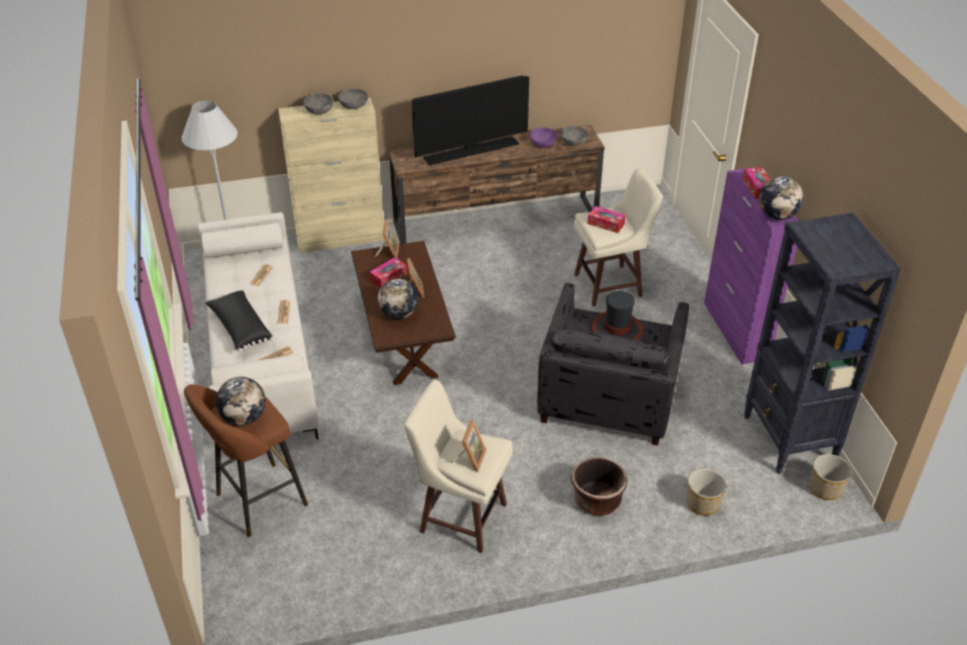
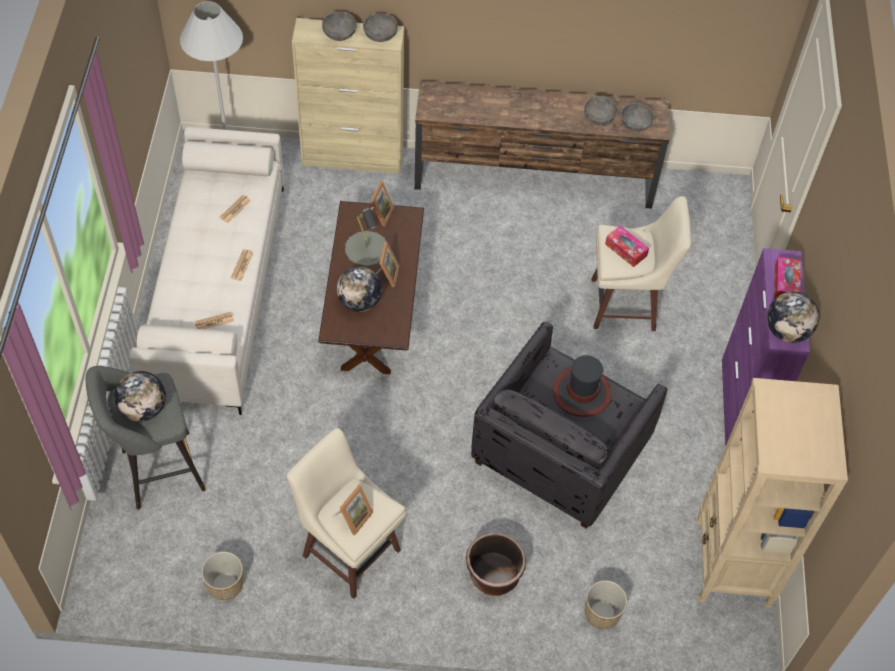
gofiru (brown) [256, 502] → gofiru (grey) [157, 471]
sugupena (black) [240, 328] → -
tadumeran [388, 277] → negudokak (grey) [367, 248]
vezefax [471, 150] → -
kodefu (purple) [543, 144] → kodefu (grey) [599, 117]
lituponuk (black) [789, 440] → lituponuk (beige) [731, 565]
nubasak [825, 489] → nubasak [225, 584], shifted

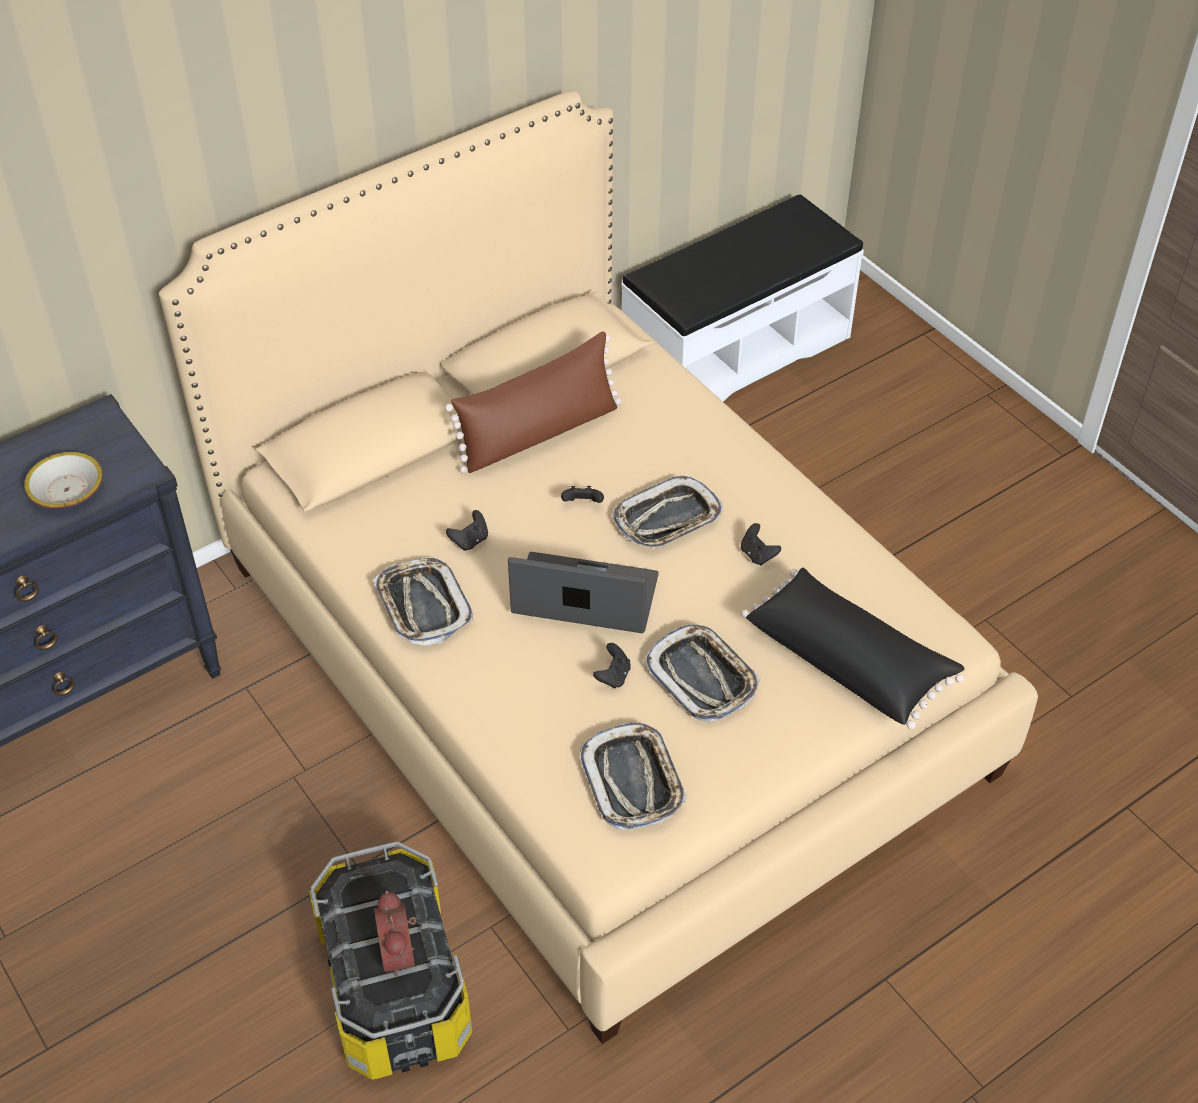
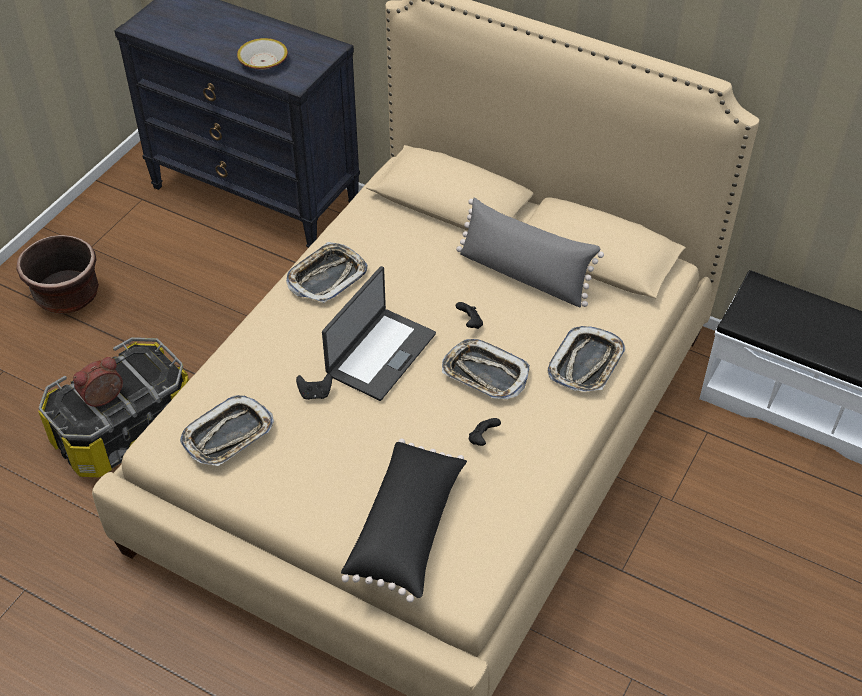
sugupena (brown) [539, 433] → sugupena (grey) [524, 275]
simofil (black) [470, 541] → -
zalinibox [585, 597] → zalinibox [380, 354], 45 degrees clockwise
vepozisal [702, 677] → vepozisal [586, 364], shifted
- → nubasak (brown) [67, 295]

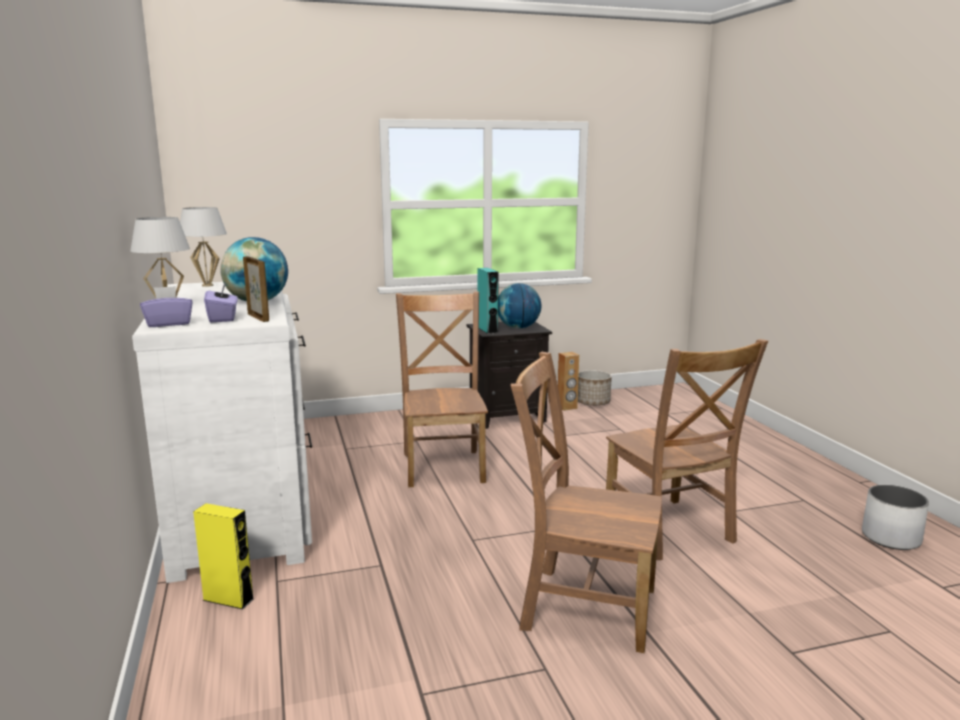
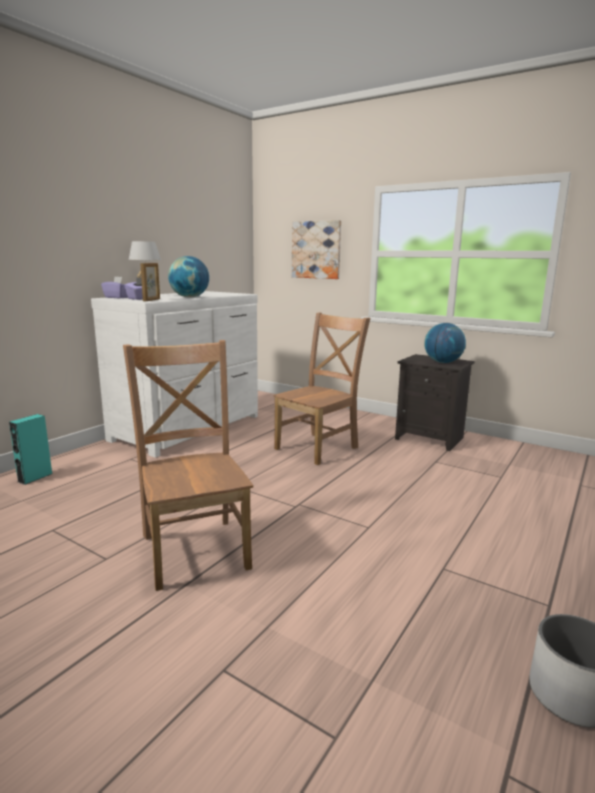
negudokak (white) [208, 285] → -
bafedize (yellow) [228, 599] → -
bafedize (turquoise) [487, 330] → bafedize (turquoise) [35, 477], shifted
bafedize (brown) [567, 407] → -
nubasak [592, 402] → -
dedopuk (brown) [670, 530] → -
- → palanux [316, 250]

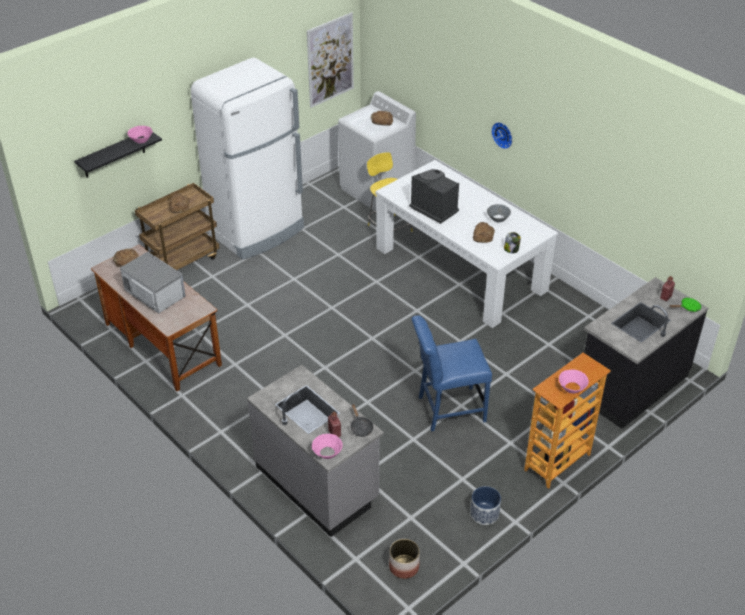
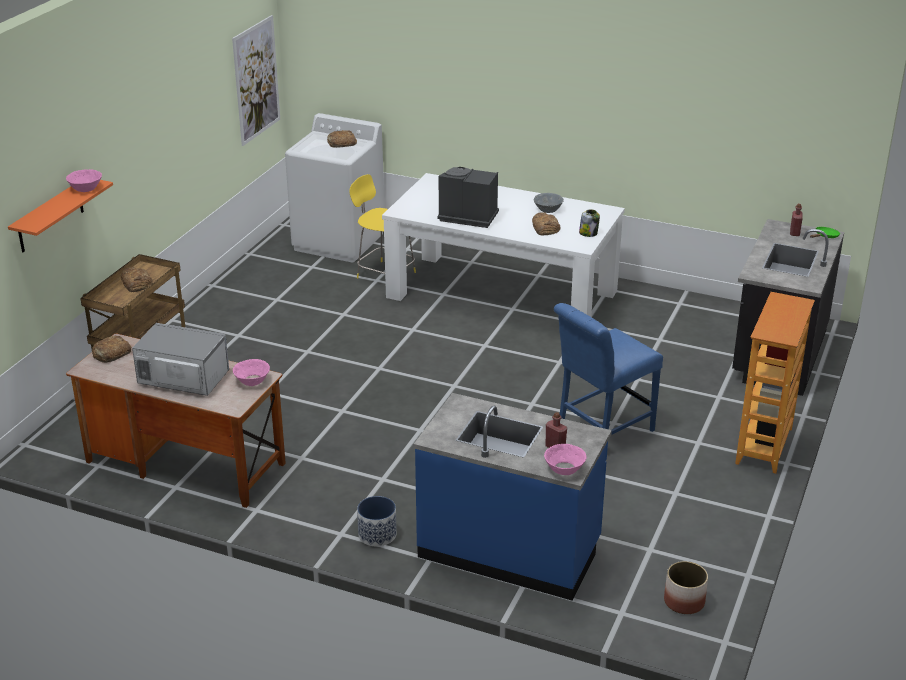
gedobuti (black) [114, 154] → gedobuti (orange) [50, 216]
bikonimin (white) [257, 231] → -
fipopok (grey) [317, 483] → fipopok (blue) [510, 550]
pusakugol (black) [360, 427] → -
nubasak [484, 514] → nubasak [377, 535], shifted
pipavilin [503, 134] → -
kodefu (pink) [572, 387] → kodefu (pink) [252, 381], shifted

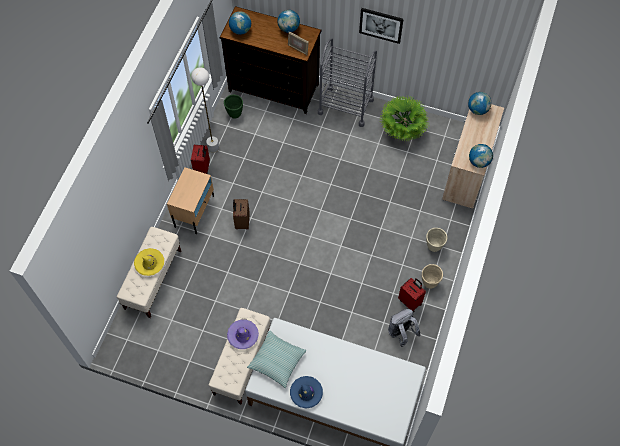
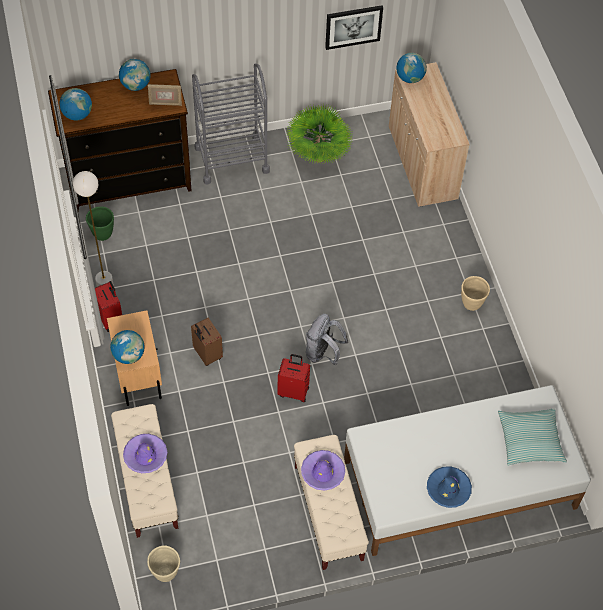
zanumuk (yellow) [149, 263] → zanumuk (purple) [145, 455]
sugupena [277, 361] → sugupena [530, 440], shifted
palanux [381, 25] → palanux [353, 26], shifted
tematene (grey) [401, 333] → tematene (grey) [323, 353], shifted
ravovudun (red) [410, 301] → ravovudun (red) [294, 391], shifted
nubasak (beige) [434, 247] → nubasak (beige) [166, 573], shifted
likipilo [479, 162] → likipilo [129, 355], shifted

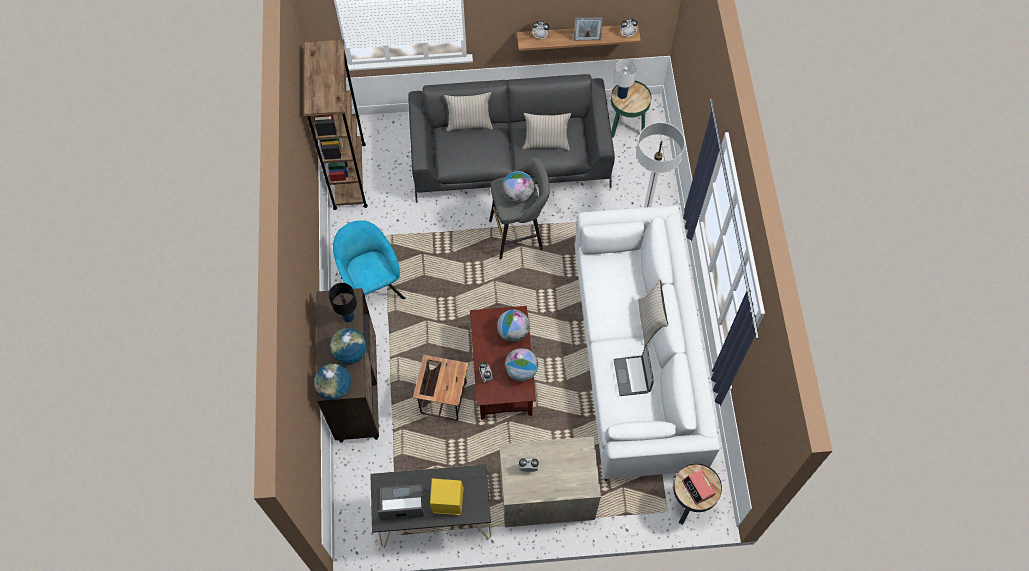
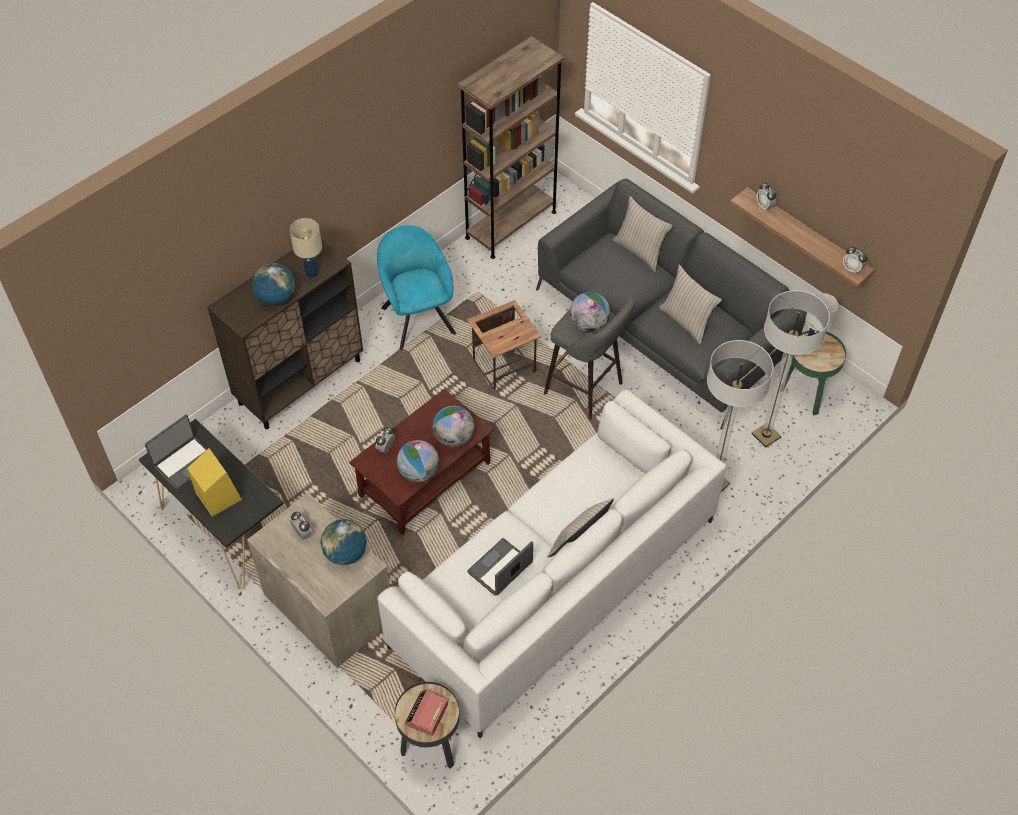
likipilo [335, 388] → likipilo [345, 553], shifted
negudokak (black) [349, 317] → negudokak (beige) [312, 272]
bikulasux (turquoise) [371, 285] → bikulasux (turquoise) [417, 317], 45 degrees counterclockwise
zalinibox [402, 504] → zalinibox [185, 462], 90 degrees clockwise
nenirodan [444, 398] → nenirodan [505, 366], shifted
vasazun [587, 39] → -
- → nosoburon [766, 435]

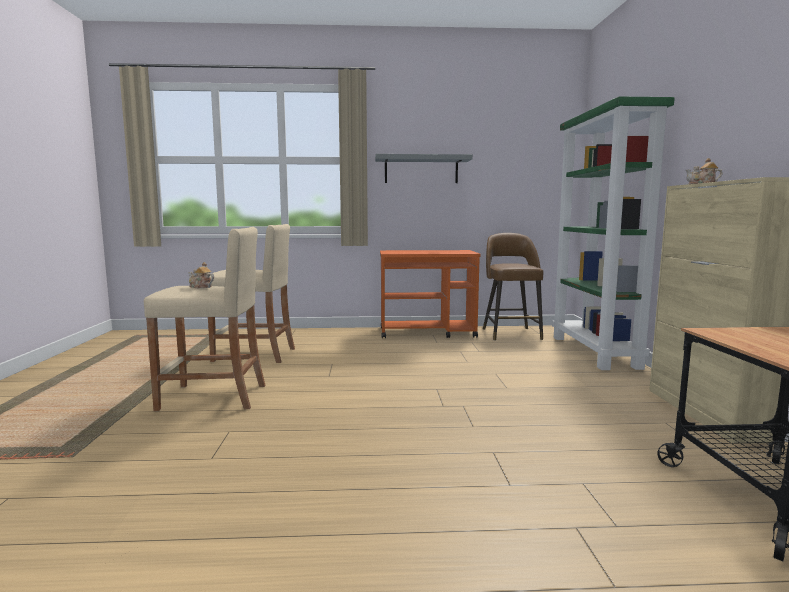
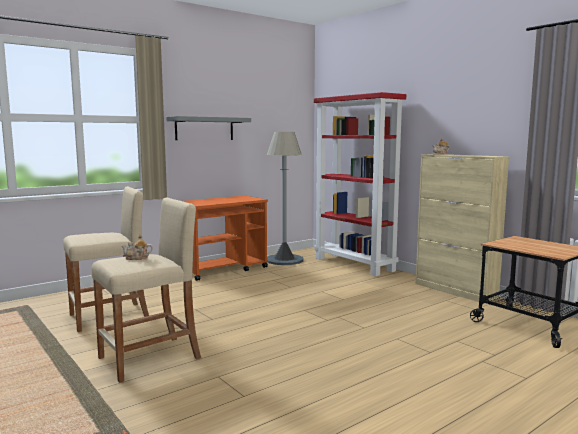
gofiru (brown) [511, 333] → nosoburon (grey) [284, 260]
lituponuk (green) [595, 352] → lituponuk (red) [355, 264]

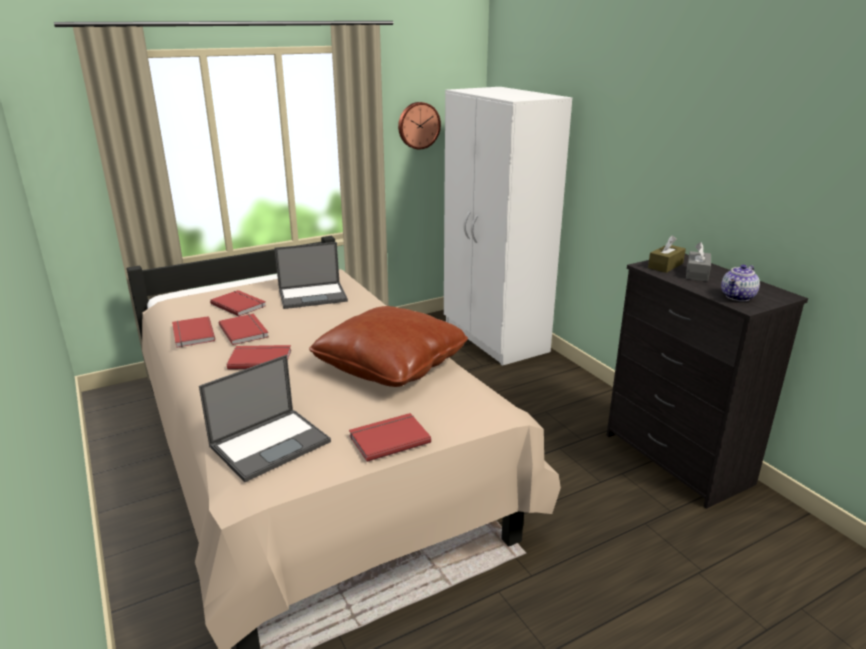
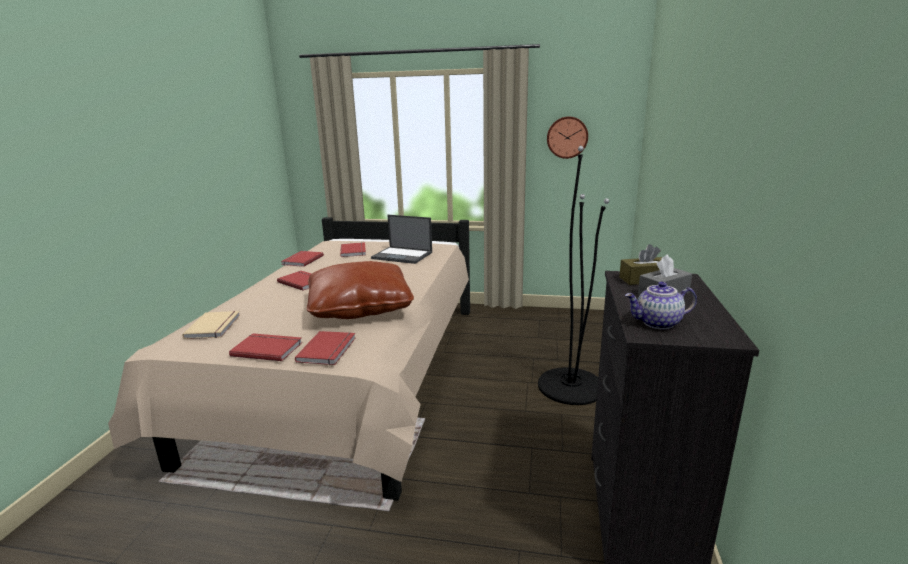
zalinibox [271, 443] → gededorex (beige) [215, 326]
gededorex (red) [245, 330] → gededorex (red) [329, 350], shifted
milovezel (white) [494, 338] → -
- → nosoburon (black) [570, 386]

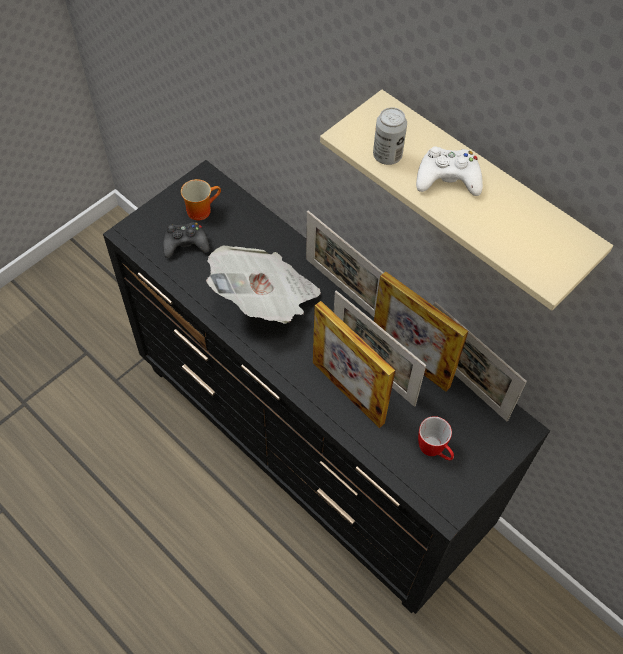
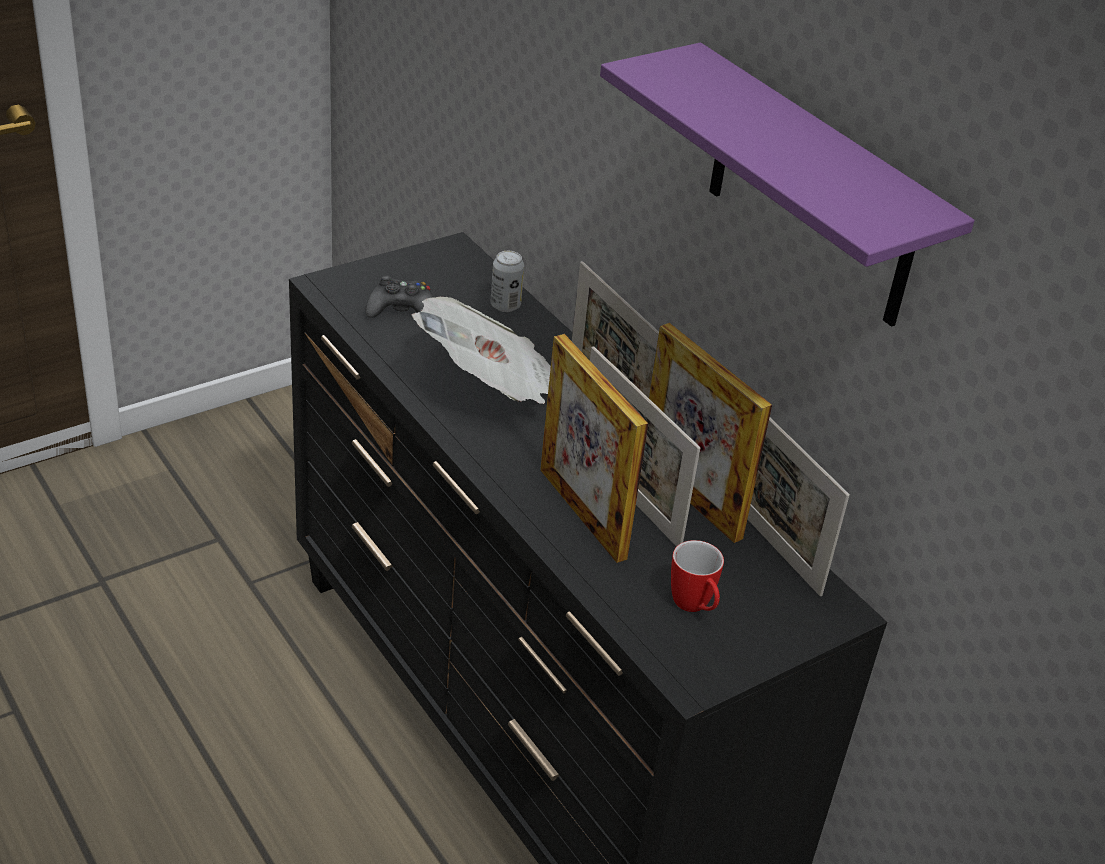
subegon [201, 209] → -
gedobuti (beige) [481, 197] → gedobuti (purple) [812, 190]
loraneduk [387, 156] → loraneduk [505, 305], shifted
simofil (white) [448, 178] → -

